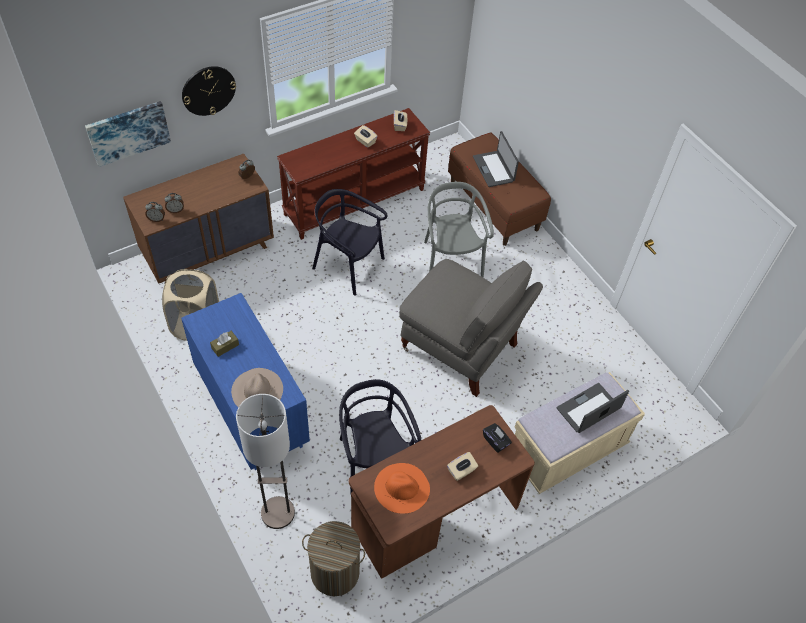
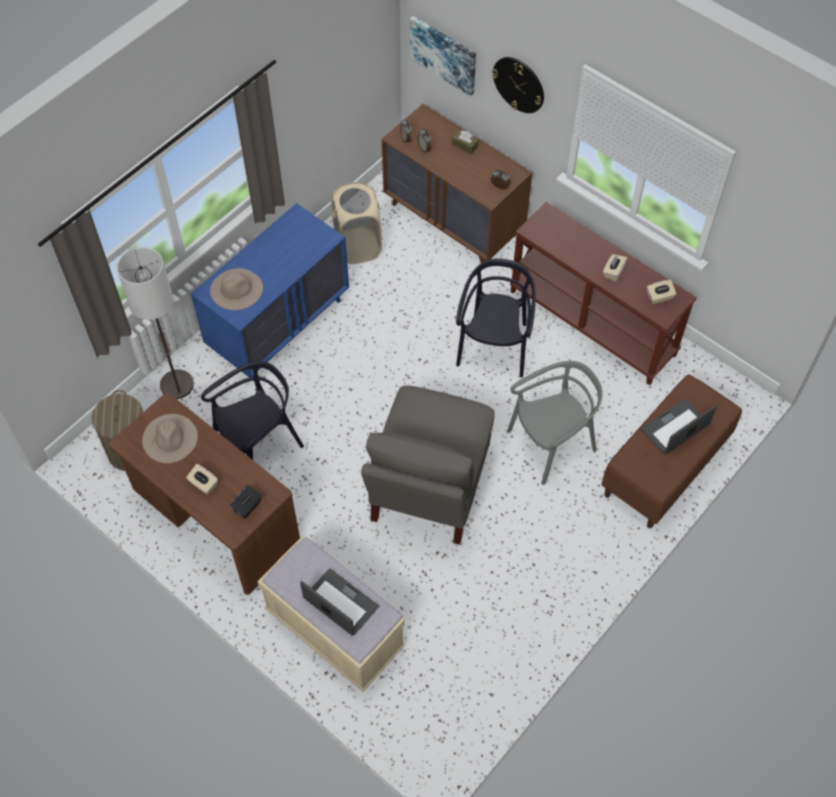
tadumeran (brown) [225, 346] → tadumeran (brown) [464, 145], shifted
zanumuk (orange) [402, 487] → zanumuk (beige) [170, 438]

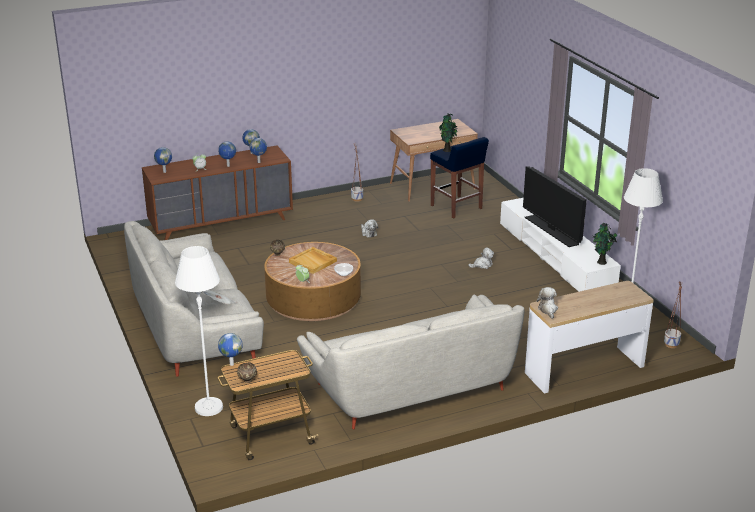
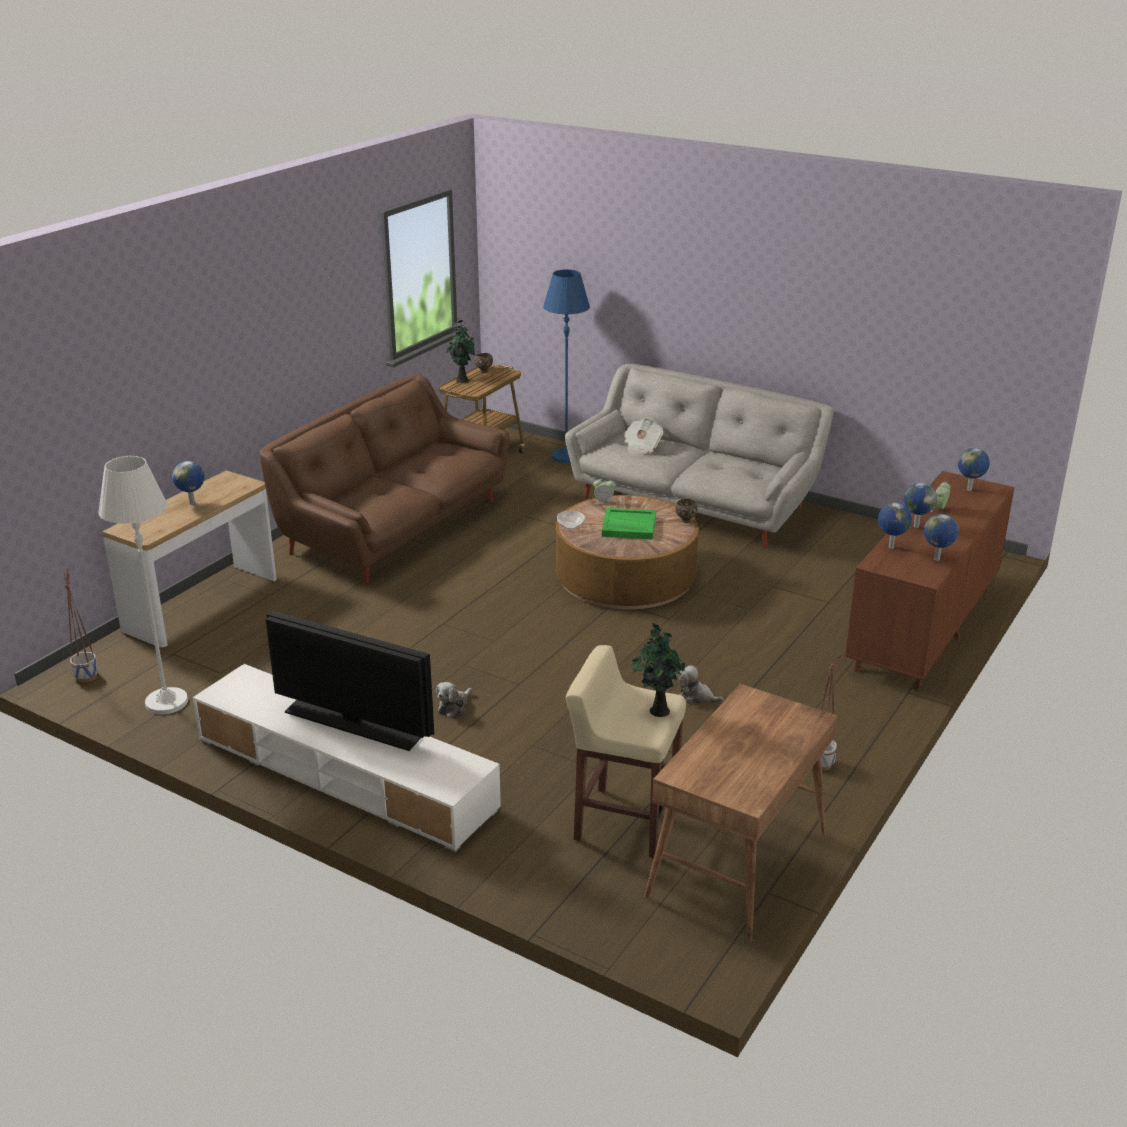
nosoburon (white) [209, 407] → nosoburon (blue) [566, 457]
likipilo [231, 364] → likipilo [193, 503], shifted
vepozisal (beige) [313, 262] → vepozisal (green) [628, 526]
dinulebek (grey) [410, 386] → dinulebek (brown) [395, 527]
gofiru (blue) [456, 207] → gofiru (beige) [624, 821]
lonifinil [548, 310] → -
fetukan [601, 262] → fetukan [461, 380], shifted

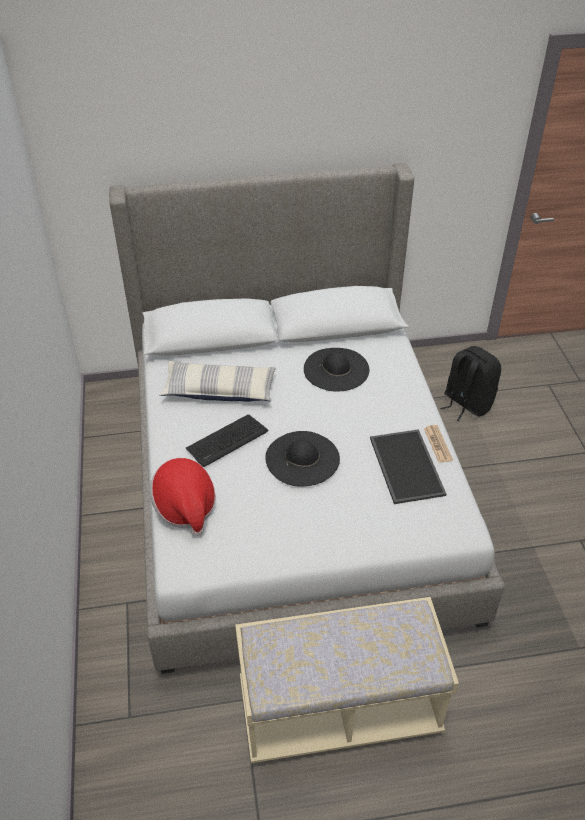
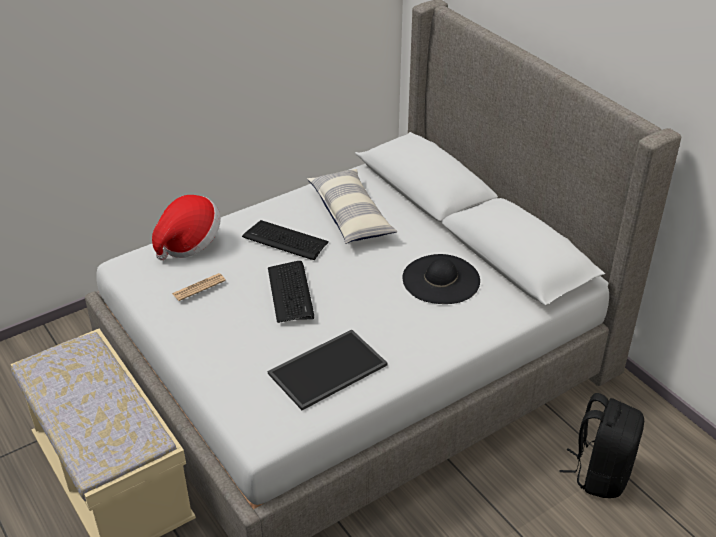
zanumuk (black) [302, 458] → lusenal [291, 292]
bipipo [437, 444] → bipipo [199, 287], shifted

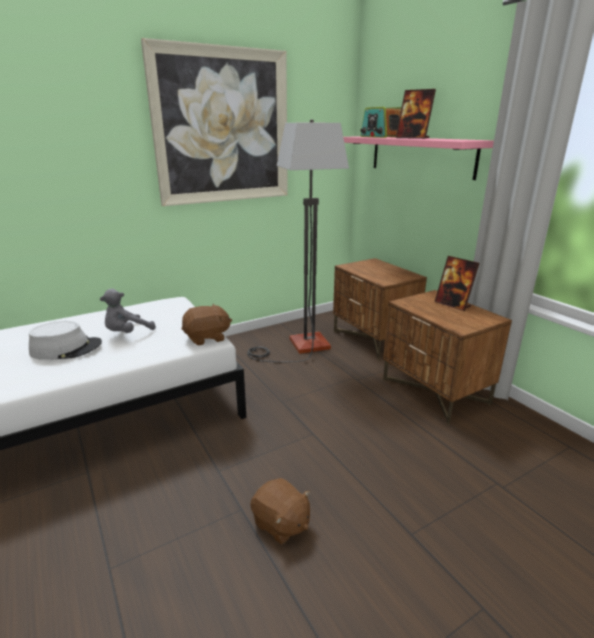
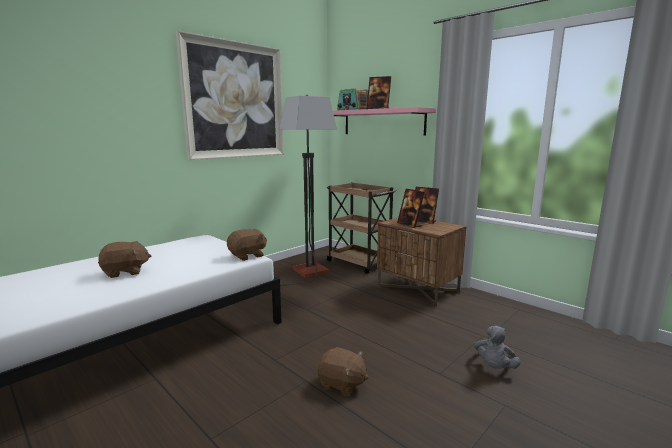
zanumuk (grey) [66, 348] → lonifinil (brown) [125, 272]
lonifinil (grey) [127, 333] → lonifinil (grey) [494, 367], shifted
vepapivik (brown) [374, 339] → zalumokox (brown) [359, 263]
- → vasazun [409, 225]

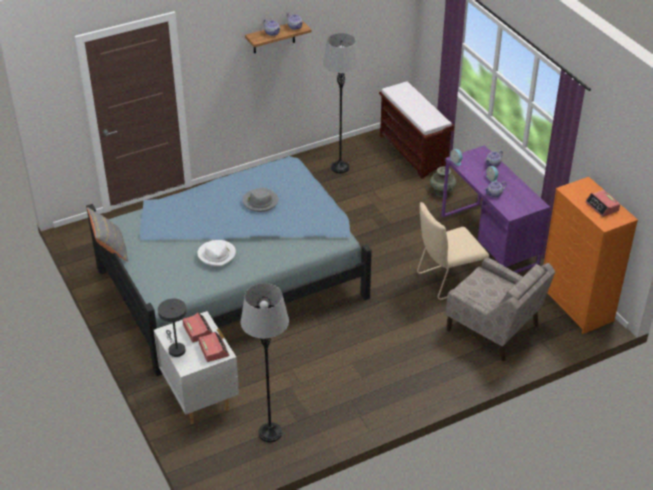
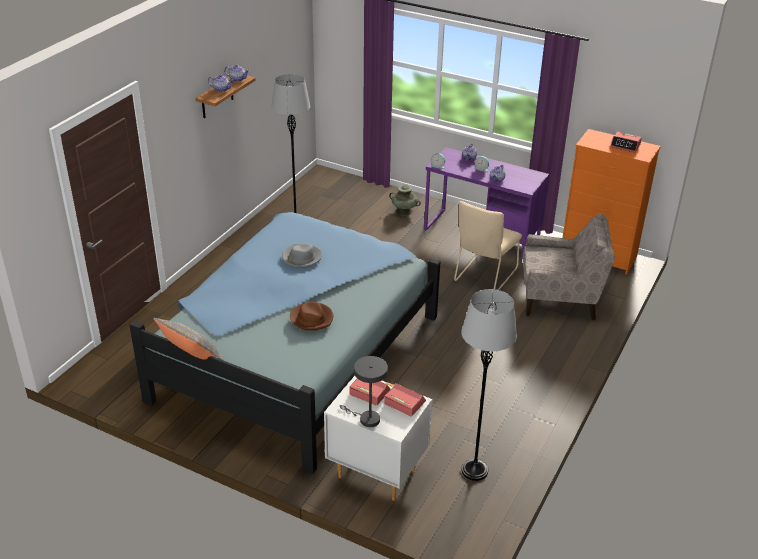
zanumuk (white) [217, 255] → zanumuk (brown) [312, 318]
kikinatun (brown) [414, 153] → -

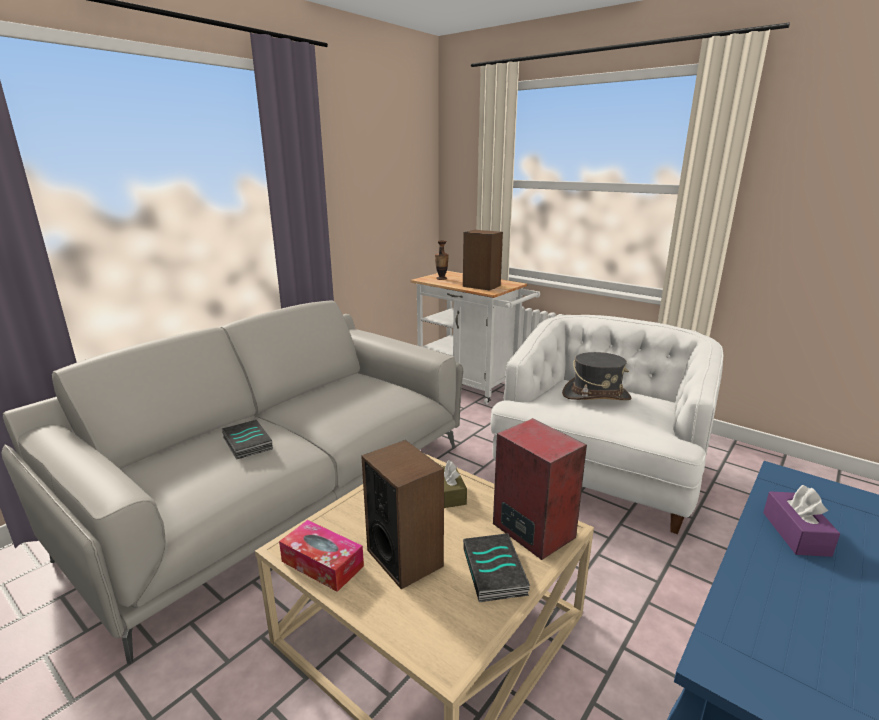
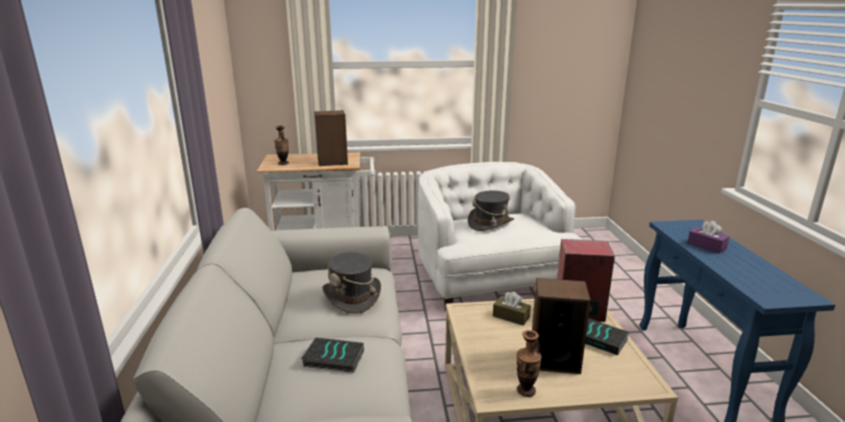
tadumeran [322, 563] → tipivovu [526, 390]
- → zanumuk (grey) [352, 296]

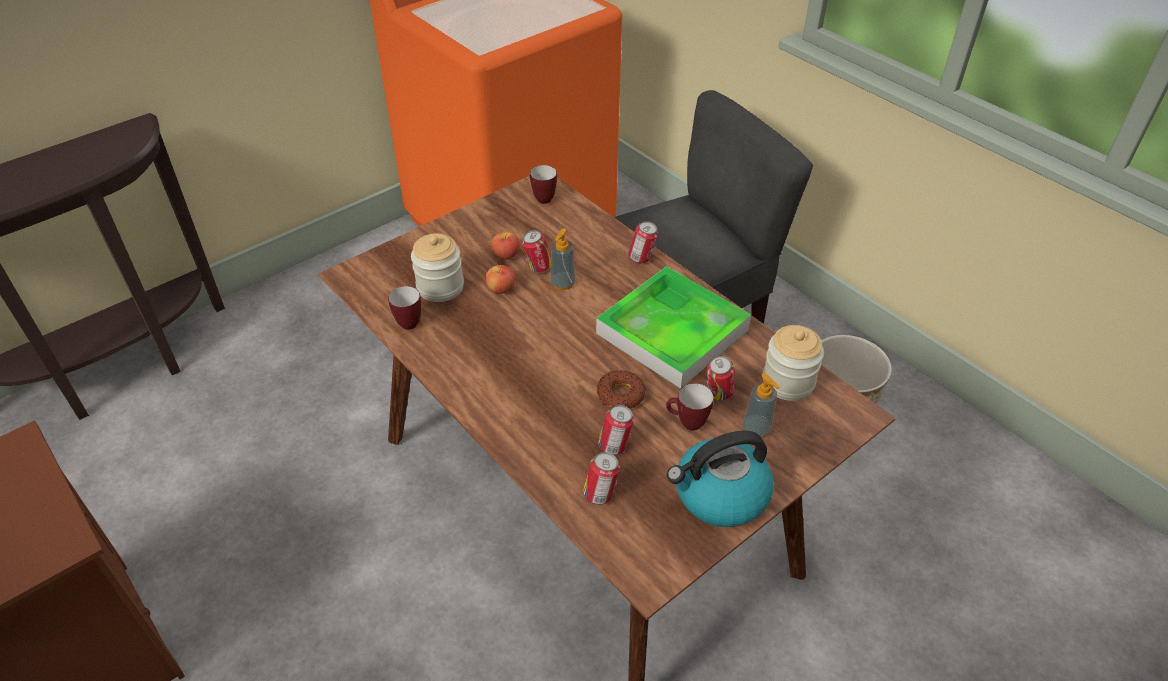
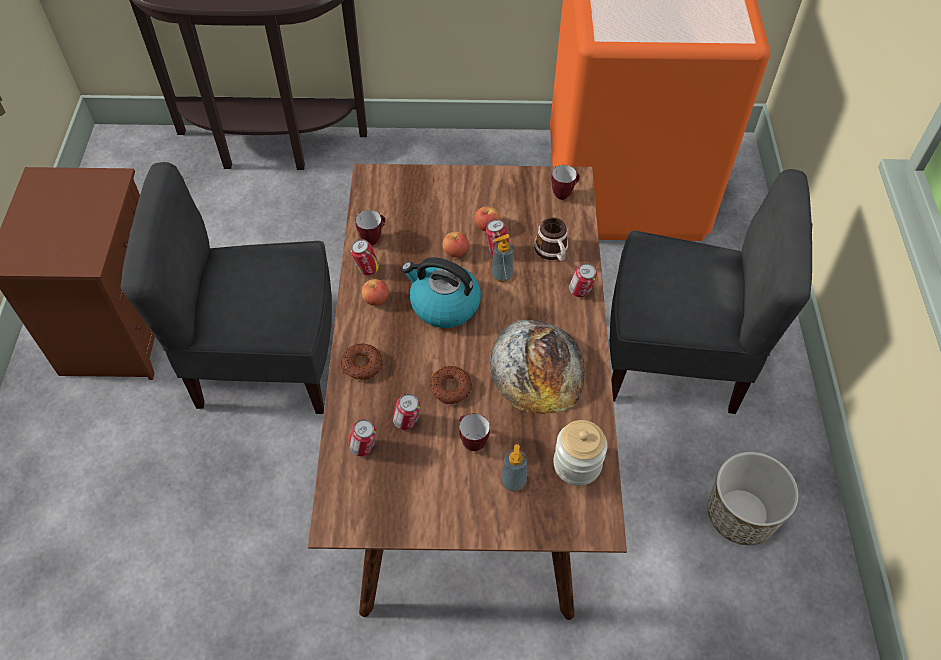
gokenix [440, 287] → -
vepozisal [672, 332] → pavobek [537, 366]
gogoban [719, 495] → gogoban [443, 304], shifted
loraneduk [718, 394] → loraneduk [366, 270], shifted
- → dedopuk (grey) [265, 361]
- → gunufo [362, 365]
- → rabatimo [376, 299]
- → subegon [553, 252]

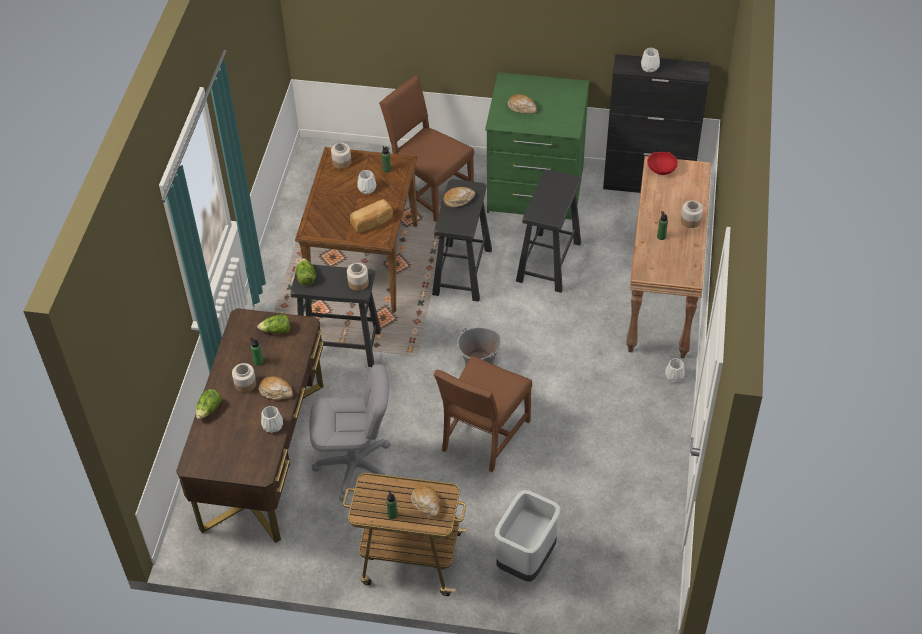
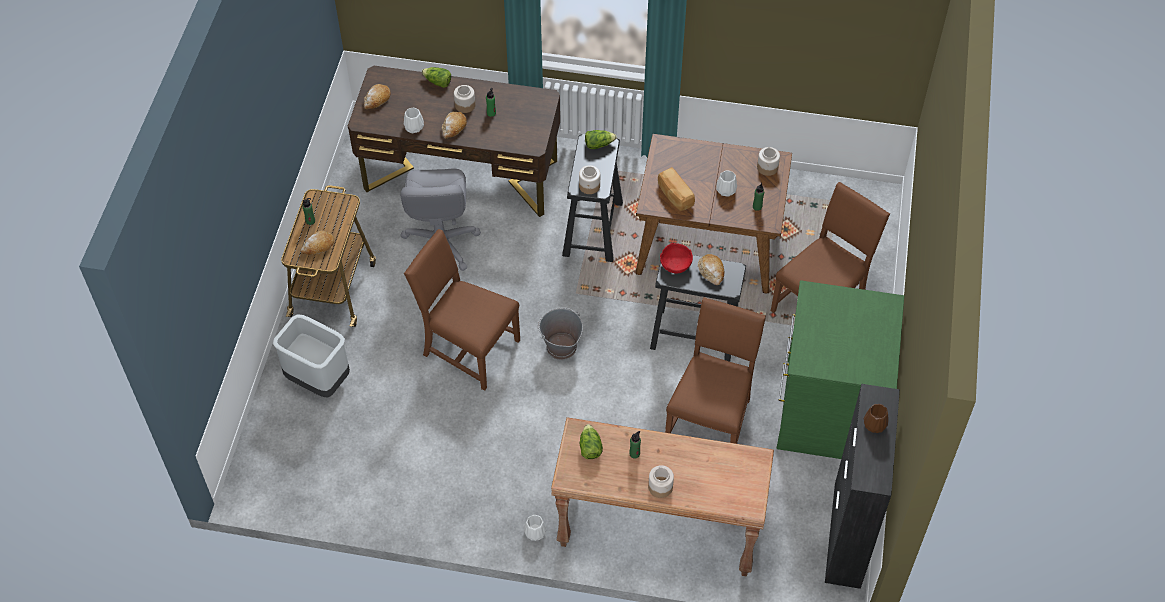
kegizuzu [276, 330] → kegizuzu [589, 447], shifted
pavobek [522, 108] → pavobek [377, 100], shifted
gofiru (black) [549, 261] → dedopuk (brown) [711, 419]
tipivovu (white) [649, 68] → tipivovu (brown) [874, 424]
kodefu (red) [661, 169] → kodefu (red) [675, 264], shifted

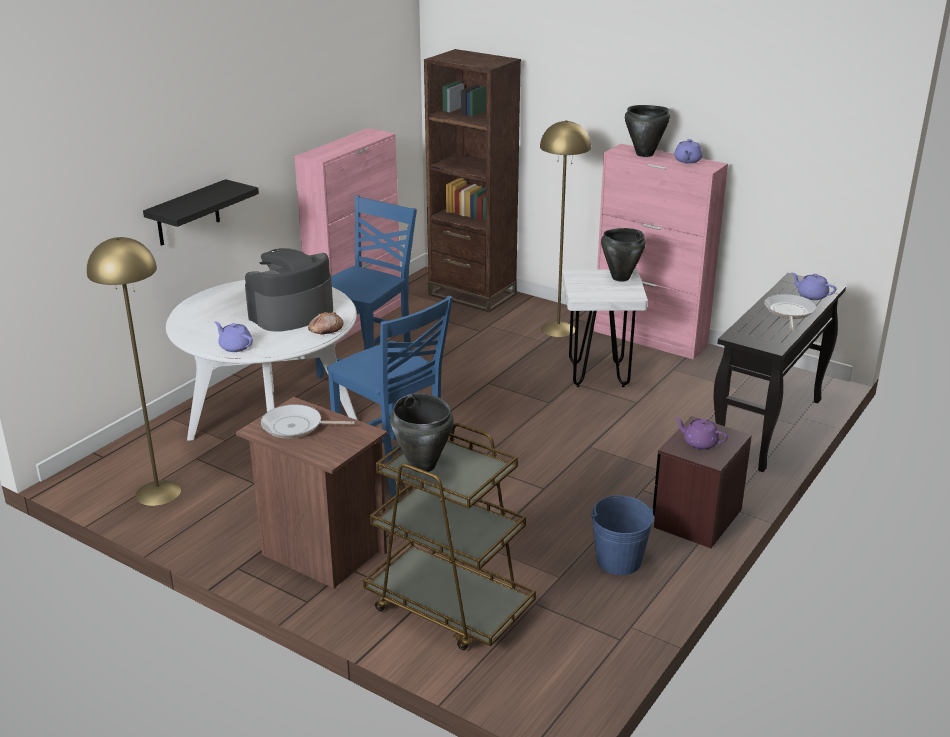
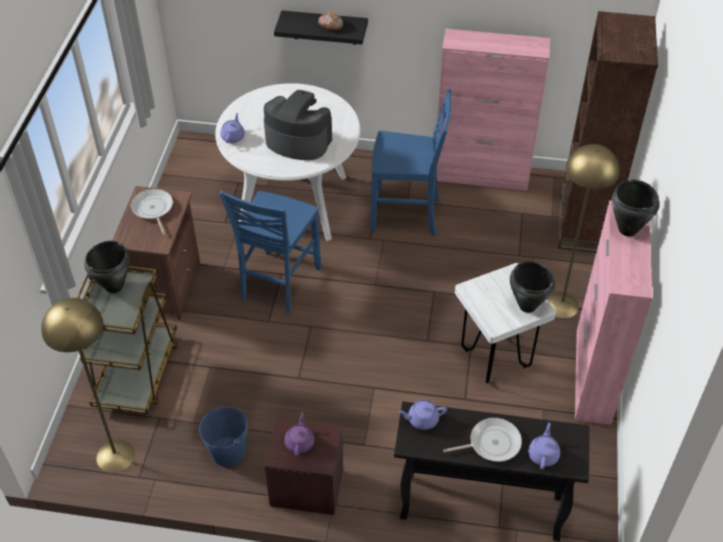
nosoburon (yellow) [157, 493] → nosoburon (yellow) [115, 456], shifted
pavobek [325, 329] → pavobek [330, 25], shifted
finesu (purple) [687, 161] → finesu (purple) [422, 419], shifted

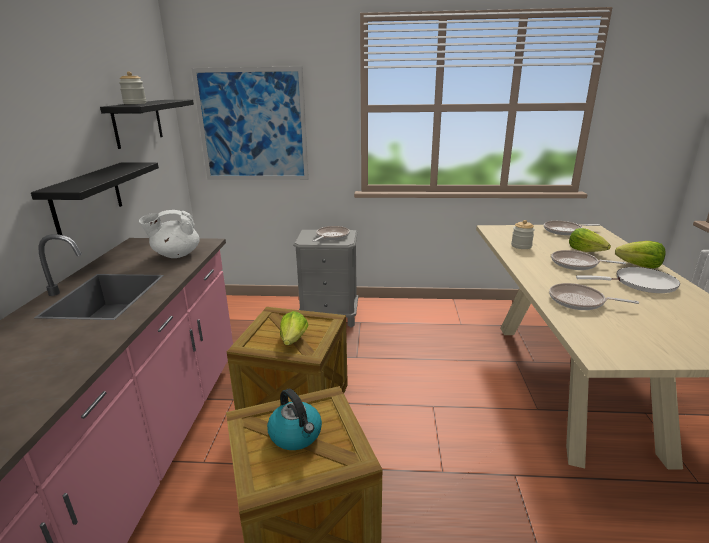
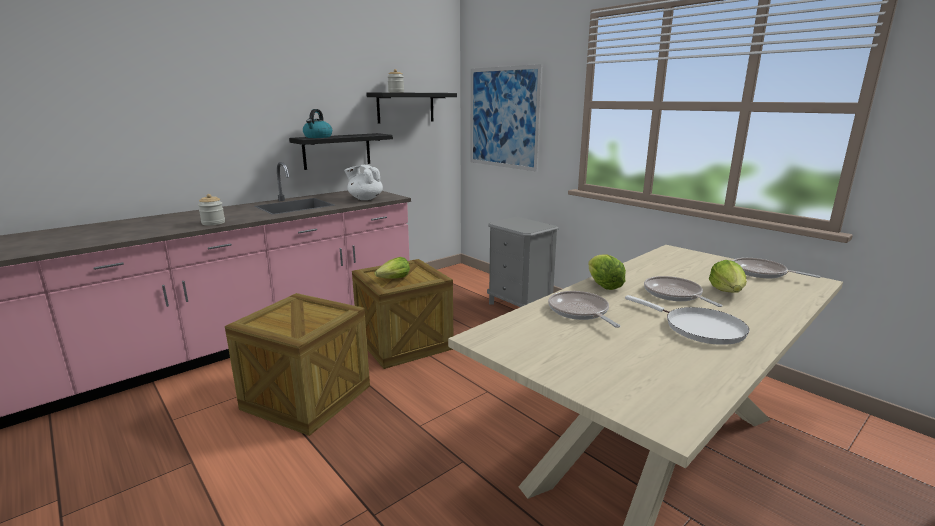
gogoban [296, 435] → gogoban [318, 137], shifted
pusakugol [331, 236] → -
gokenix [521, 246] → gokenix [213, 223], shifted
kegizuzu [639, 266] → kegizuzu [603, 285], shifted

